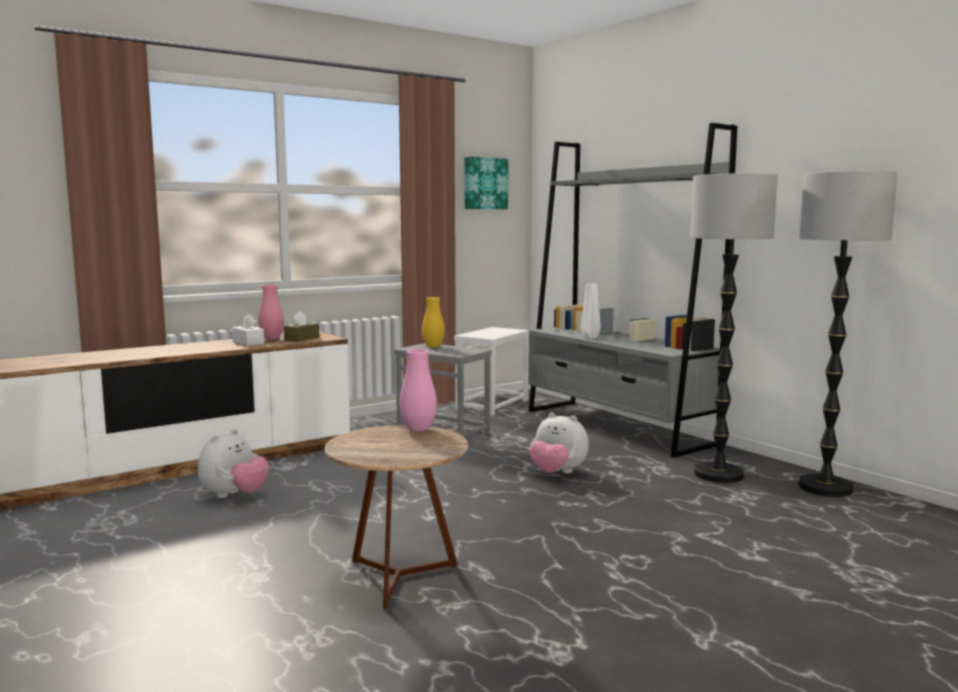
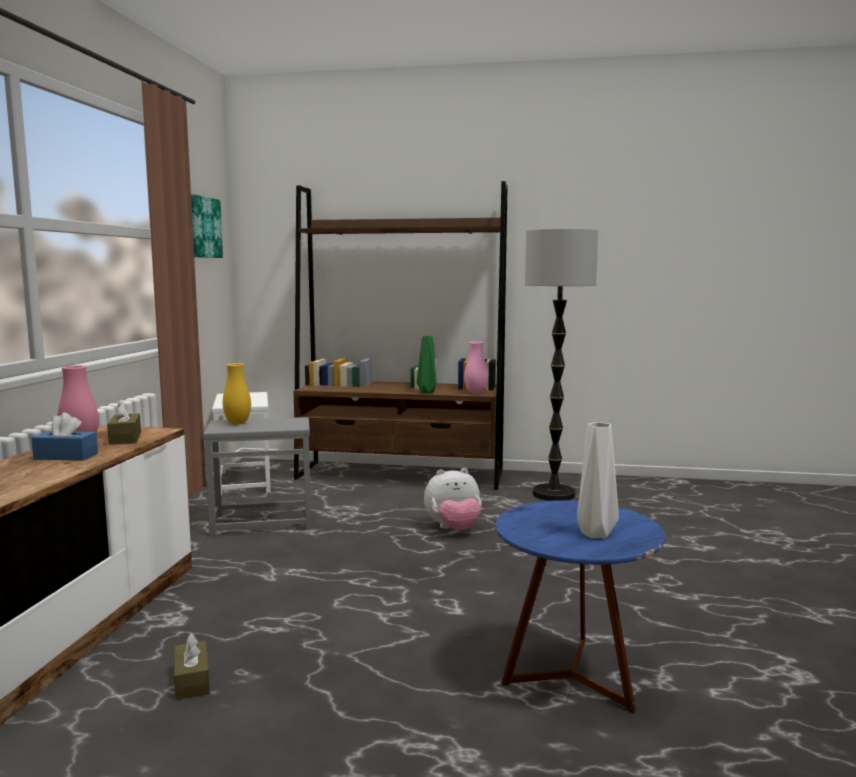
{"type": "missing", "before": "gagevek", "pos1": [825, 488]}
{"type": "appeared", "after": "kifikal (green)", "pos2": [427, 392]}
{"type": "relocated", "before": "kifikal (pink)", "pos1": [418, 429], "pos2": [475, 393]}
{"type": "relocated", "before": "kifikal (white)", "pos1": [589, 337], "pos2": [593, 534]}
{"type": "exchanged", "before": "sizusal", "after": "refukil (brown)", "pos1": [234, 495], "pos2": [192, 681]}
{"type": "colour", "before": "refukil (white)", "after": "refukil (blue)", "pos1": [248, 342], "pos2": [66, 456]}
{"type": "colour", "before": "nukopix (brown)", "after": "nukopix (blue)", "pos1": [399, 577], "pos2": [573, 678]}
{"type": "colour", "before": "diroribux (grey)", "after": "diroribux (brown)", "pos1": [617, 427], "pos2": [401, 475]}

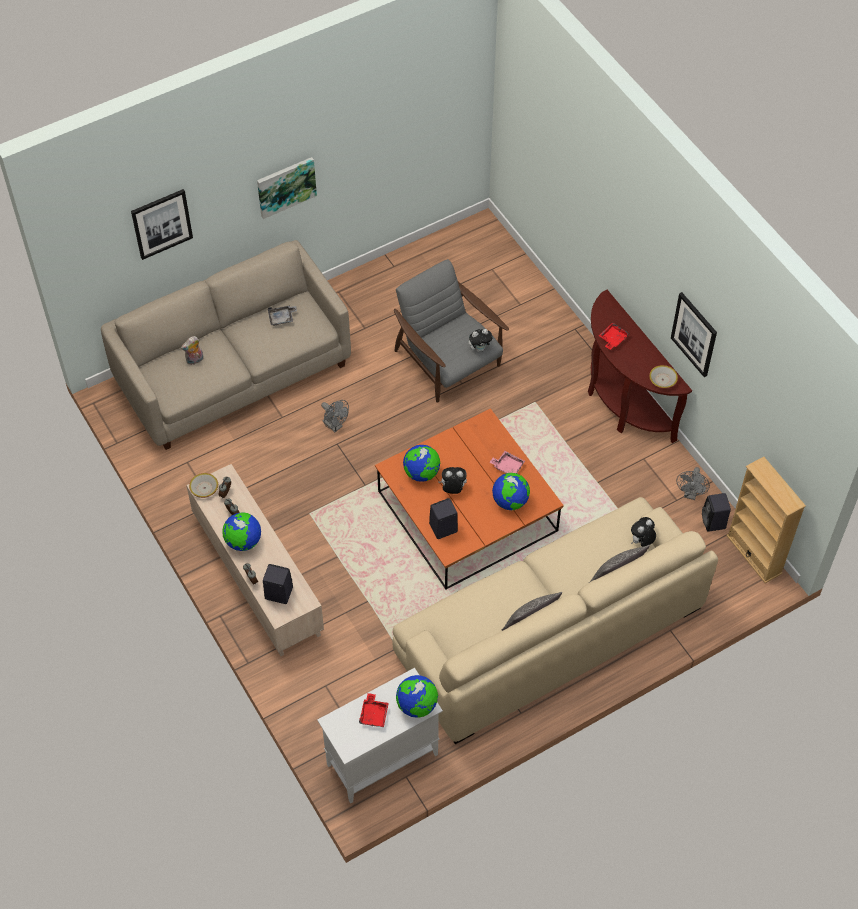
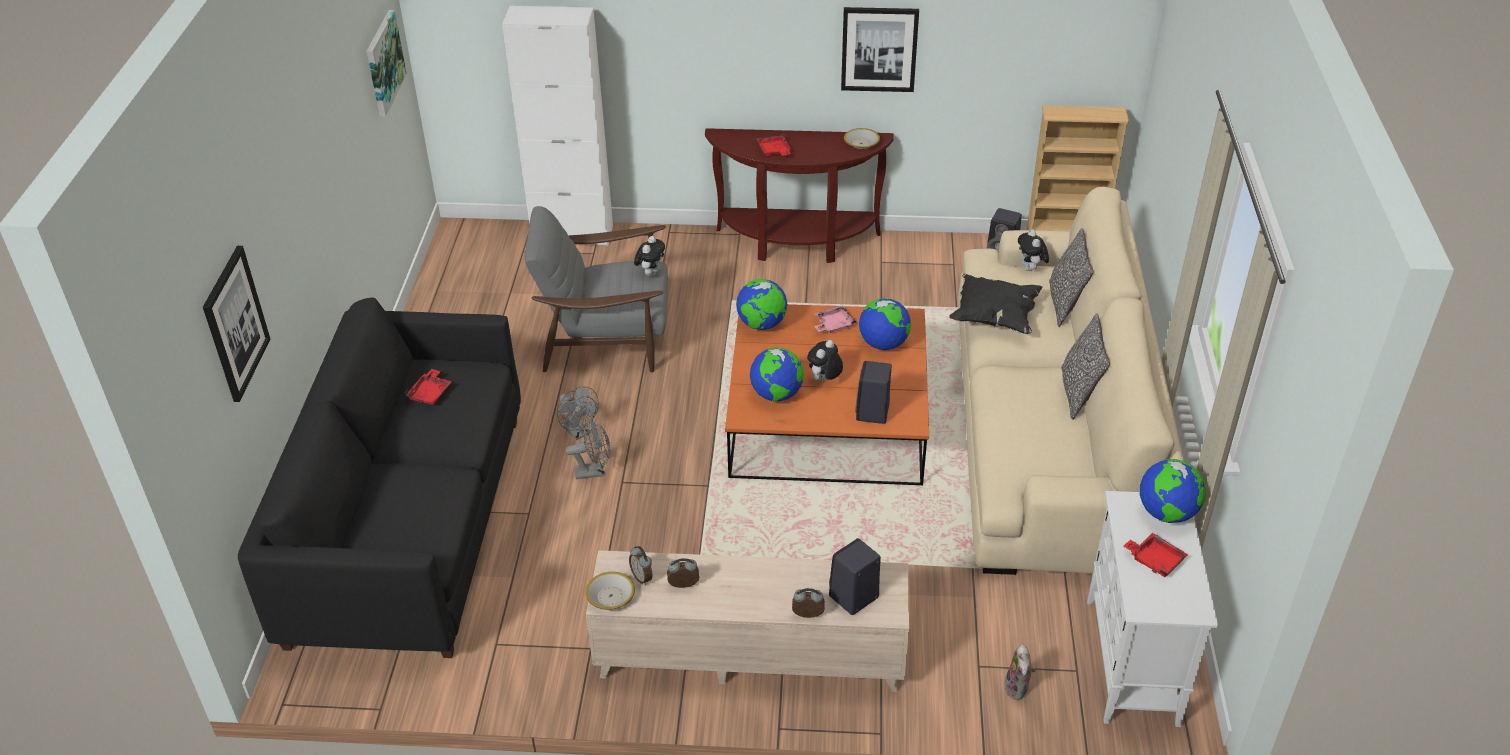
{"type": "appeared", "after": "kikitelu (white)", "pos2": [572, 234]}
{"type": "appeared", "after": "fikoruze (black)", "pos2": [994, 317]}
{"type": "relocated", "before": "sizusal", "pos1": [195, 360], "pos2": [1018, 689]}
{"type": "relocated", "before": "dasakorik", "pos1": [243, 541], "pos2": [761, 324]}
{"type": "relocated", "before": "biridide", "pos1": [286, 186], "pos2": [383, 62]}
{"type": "relocated", "before": "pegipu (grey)", "pos1": [690, 494], "pos2": [578, 432]}
{"type": "colour", "before": "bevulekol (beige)", "after": "bevulekol (black)", "pos1": [234, 372], "pos2": [409, 527]}
{"type": "colour", "before": "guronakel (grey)", "after": "guronakel (red)", "pos1": [282, 318], "pos2": [430, 393]}

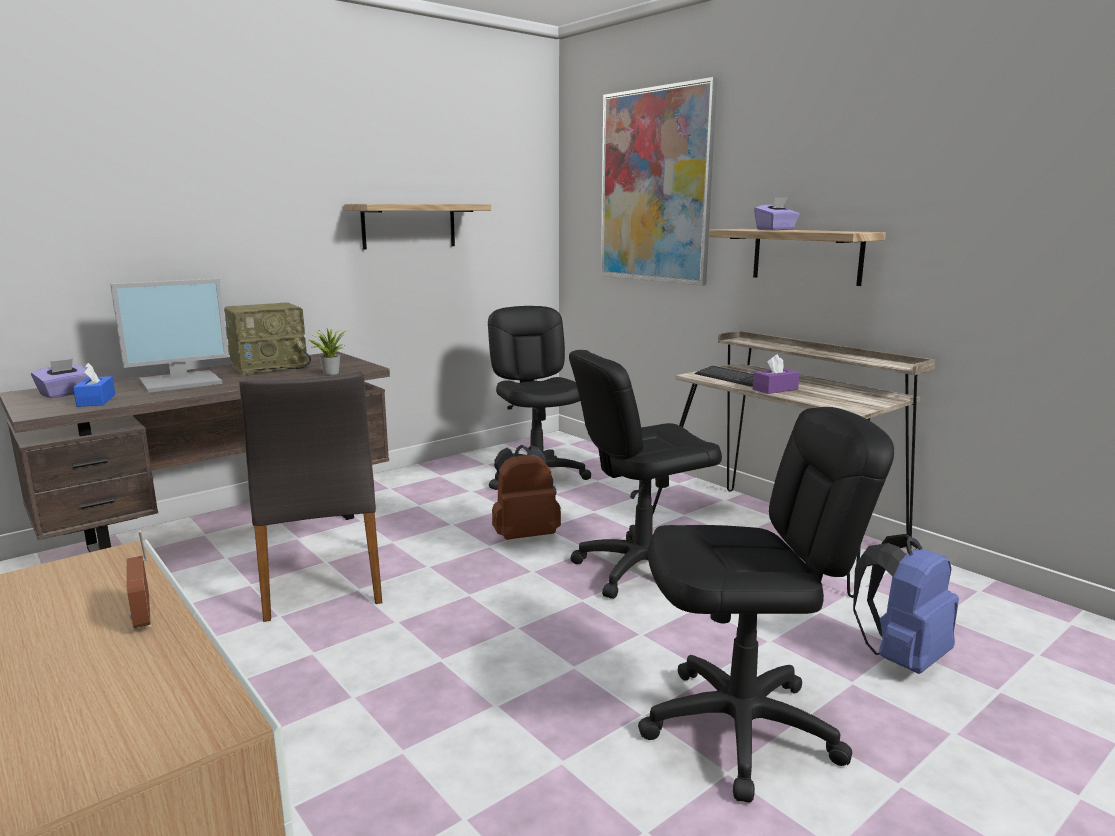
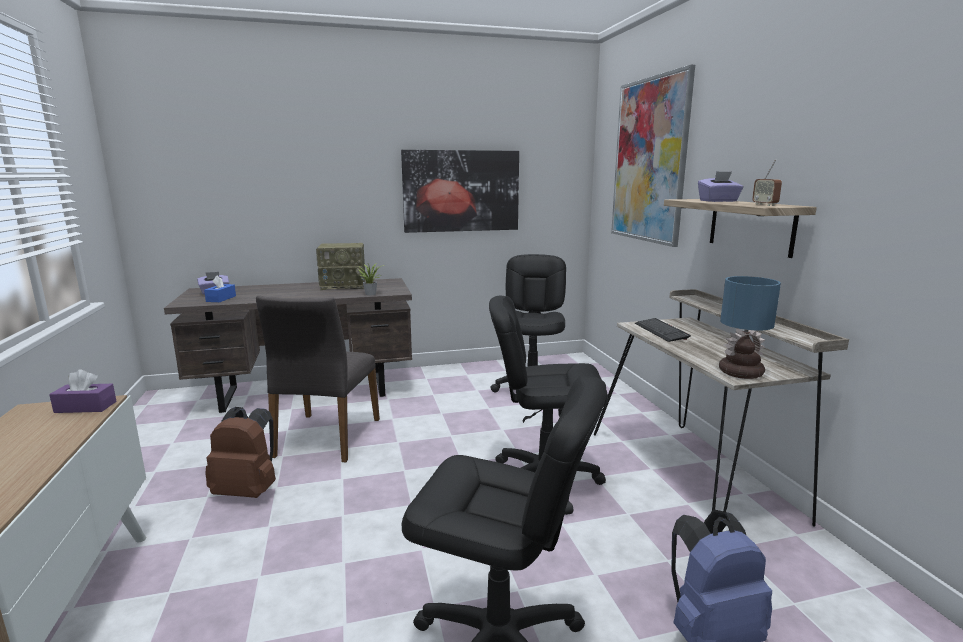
{"type": "missing", "before": "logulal", "pos1": [182, 382]}
{"type": "appeared", "after": "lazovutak", "pos2": [739, 373]}
{"type": "relocated", "before": "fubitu", "pos1": [143, 616], "pos2": [765, 205]}
{"type": "relocated", "before": "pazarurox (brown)", "pos1": [524, 535], "pos2": [248, 491]}
{"type": "relocated", "before": "refukil (purple)", "pos1": [775, 389], "pos2": [85, 407]}
{"type": "exchanged", "before": "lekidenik", "after": "biridide", "pos1": [409, 226], "pos2": [461, 191]}

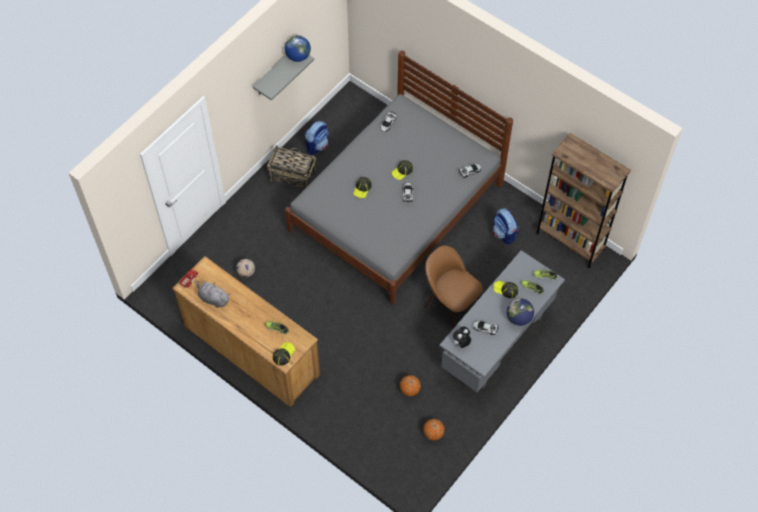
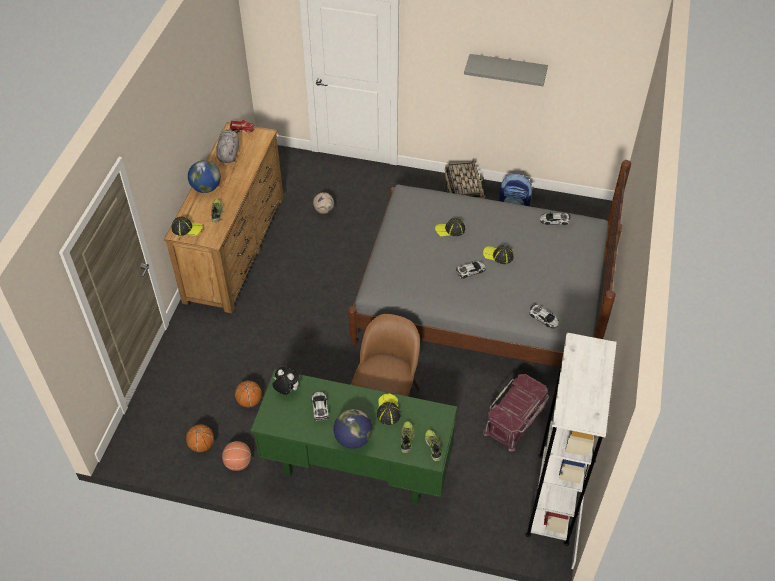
{"type": "appeared", "after": "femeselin", "pos2": [238, 463]}
{"type": "relocated", "before": "dasakorik", "pos1": [298, 56], "pos2": [206, 188]}
{"type": "exchanged", "before": "pazarurox", "after": "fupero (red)", "pos1": [504, 234], "pos2": [515, 420]}
{"type": "colour", "before": "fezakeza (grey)", "after": "fezakeza (green)", "pos1": [497, 342], "pos2": [356, 468]}
{"type": "colour", "before": "diroribux (brown)", "after": "diroribux (white)", "pos1": [570, 241], "pos2": [553, 498]}

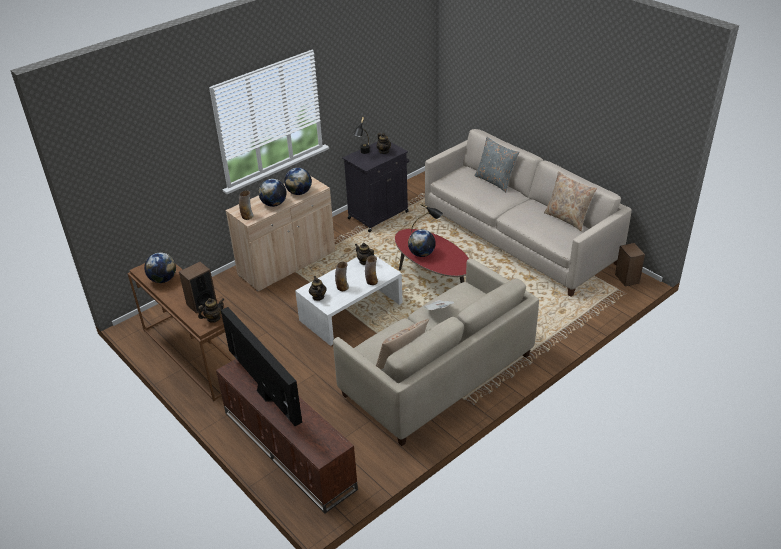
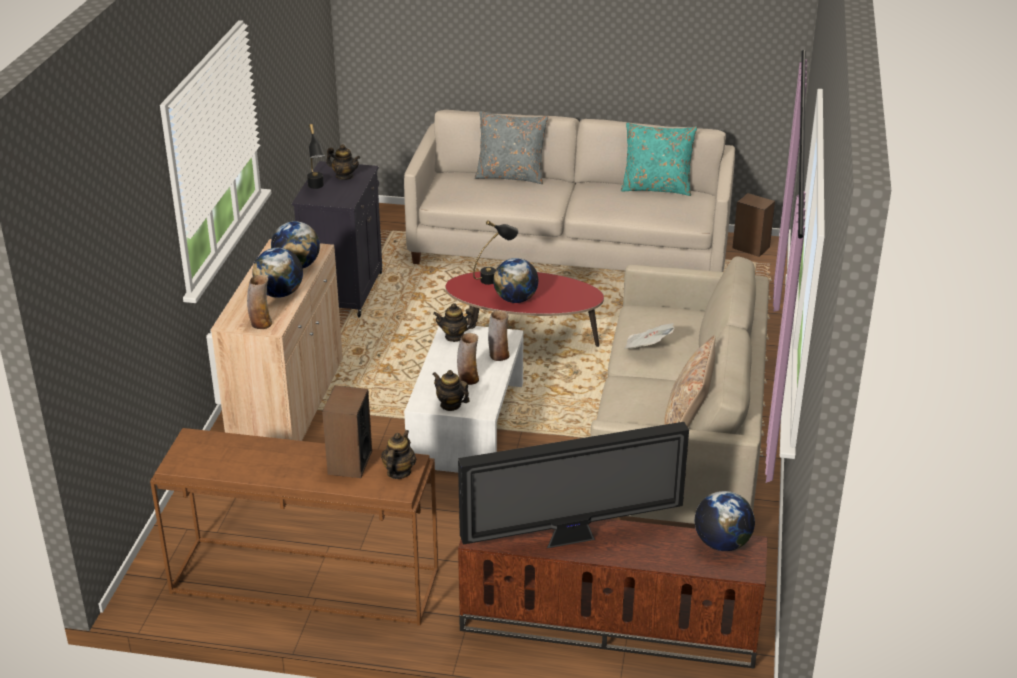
{"type": "relocated", "before": "dasakorik", "pos1": [163, 279], "pos2": [722, 543]}
{"type": "colour", "before": "fikoruze (beige)", "after": "fikoruze (turquoise)", "pos1": [567, 218], "pos2": [656, 188]}
{"type": "spun", "before": "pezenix", "pos1": [266, 393], "pos2": [572, 538], "turn": 150}

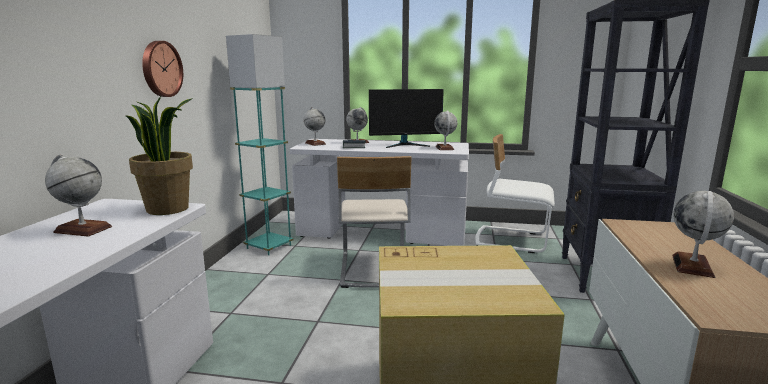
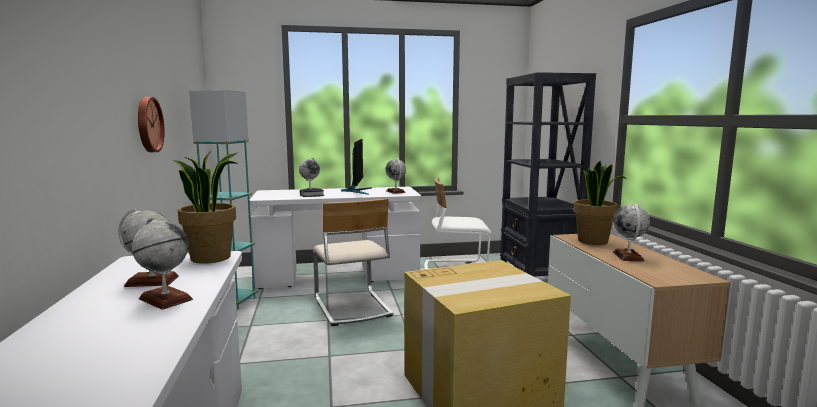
{"type": "appeared", "after": "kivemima", "pos2": [593, 241]}
{"type": "relocated", "before": "dasakorik", "pos1": [315, 143], "pos2": [165, 299]}
{"type": "spun", "before": "logulal", "pos1": [405, 145], "pos2": [357, 191], "turn": -60}

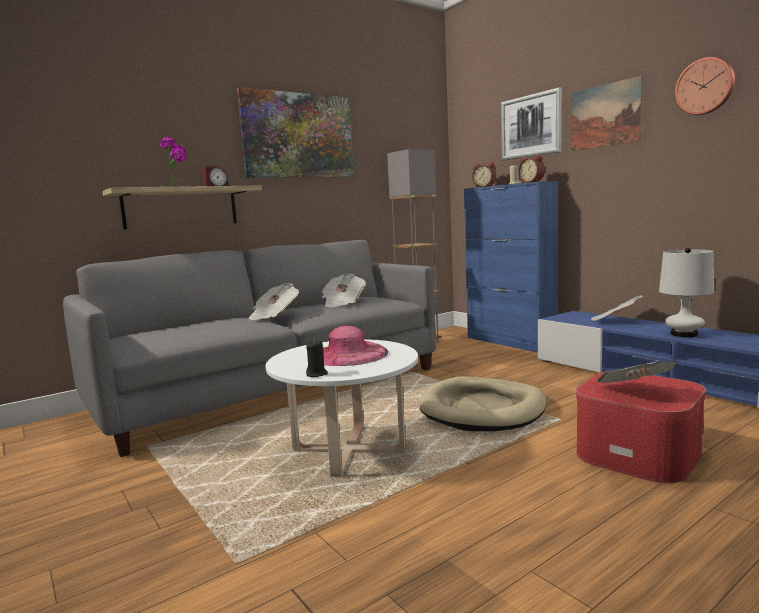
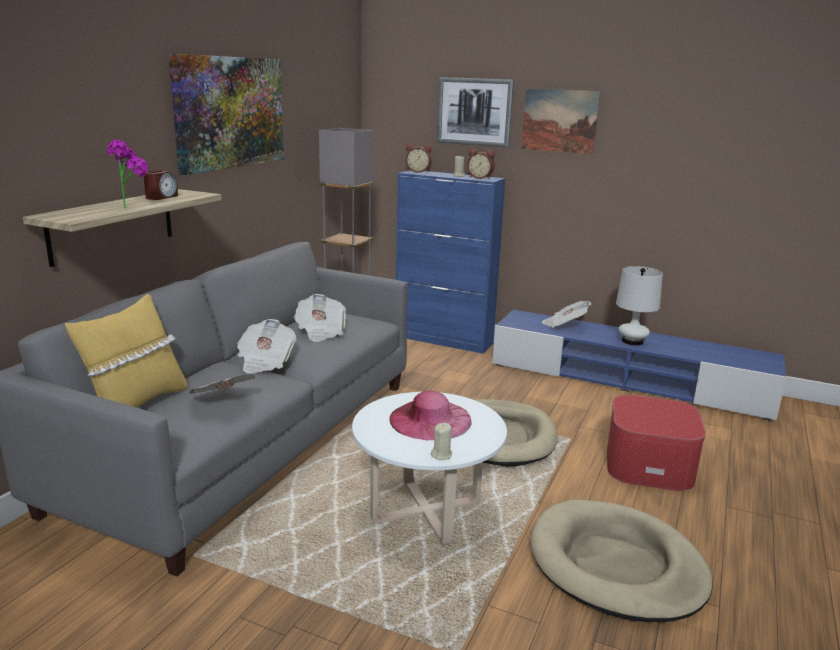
{"type": "missing", "before": "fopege", "pos1": [705, 86]}
{"type": "appeared", "after": "fikoruze (yellow)", "pos2": [136, 405]}
{"type": "appeared", "after": "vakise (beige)", "pos2": [616, 565]}
{"type": "relocated", "before": "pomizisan", "pos1": [633, 392], "pos2": [223, 401]}
{"type": "colour", "before": "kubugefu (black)", "after": "kubugefu (beige)", "pos1": [317, 374], "pos2": [441, 455]}

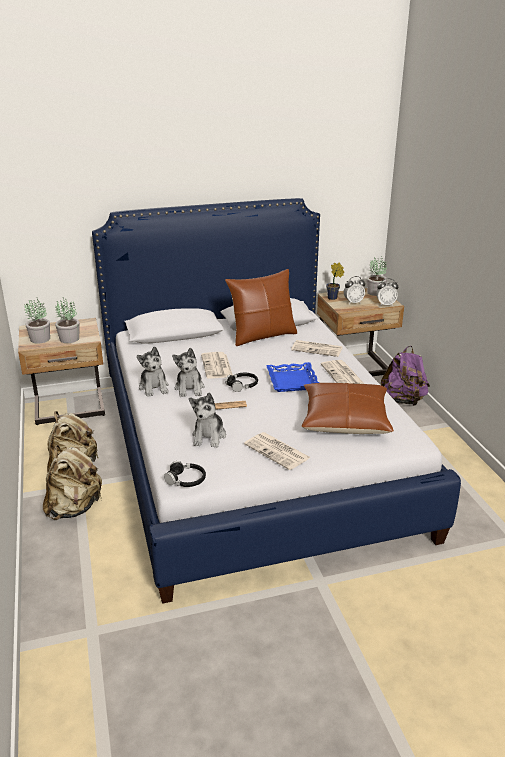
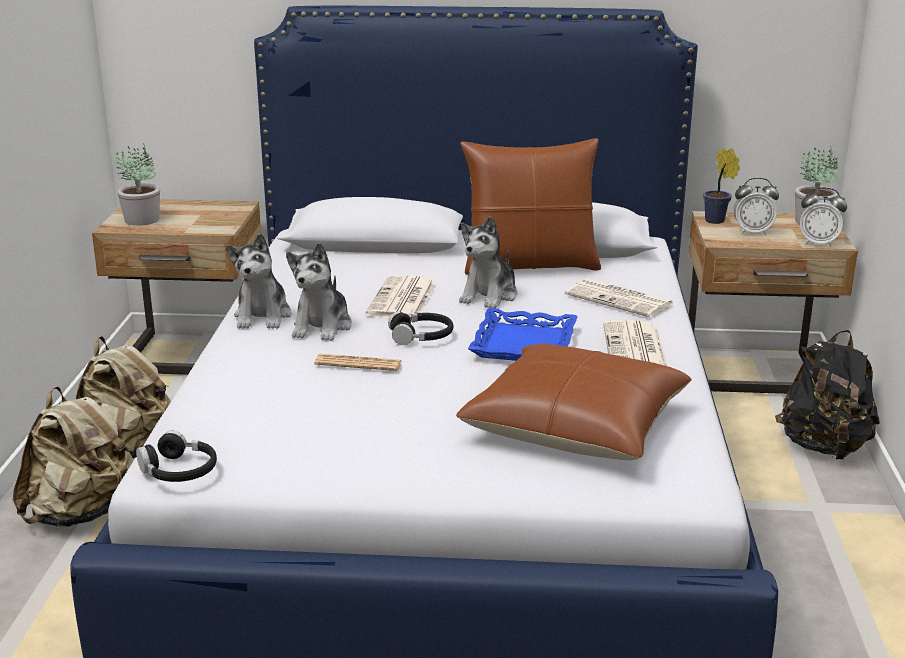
{"type": "missing", "before": "kivemima", "pos1": [69, 339]}
{"type": "missing", "before": "pomizisan", "pos1": [278, 451]}
{"type": "relocated", "before": "sizusal", "pos1": [209, 436], "pos2": [489, 296]}
{"type": "colour", "before": "pazarurox (purple)", "after": "pazarurox (black)", "pos1": [403, 400], "pos2": [824, 447]}

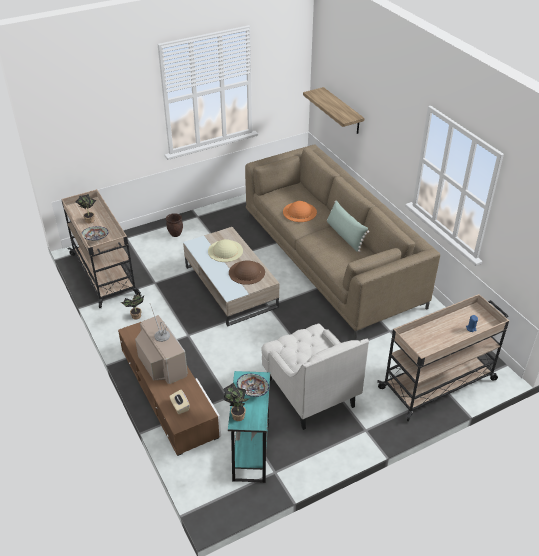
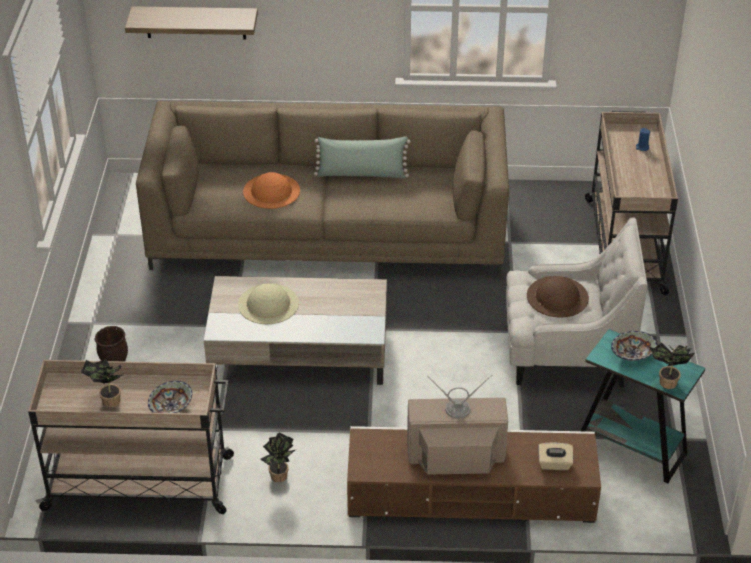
{"type": "relocated", "before": "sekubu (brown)", "pos1": [247, 272], "pos2": [557, 296]}

